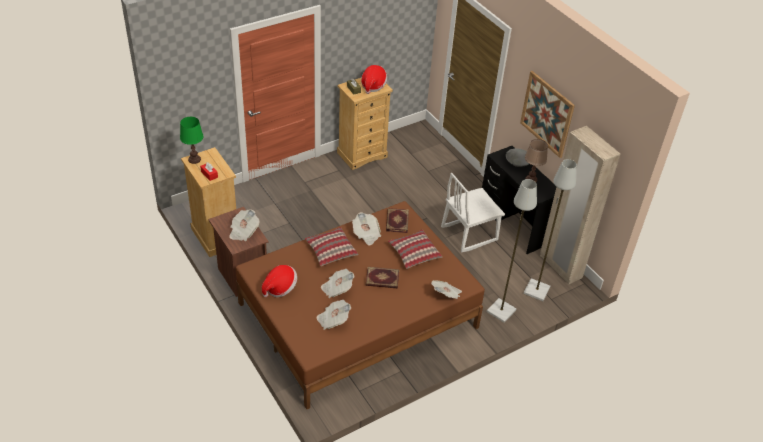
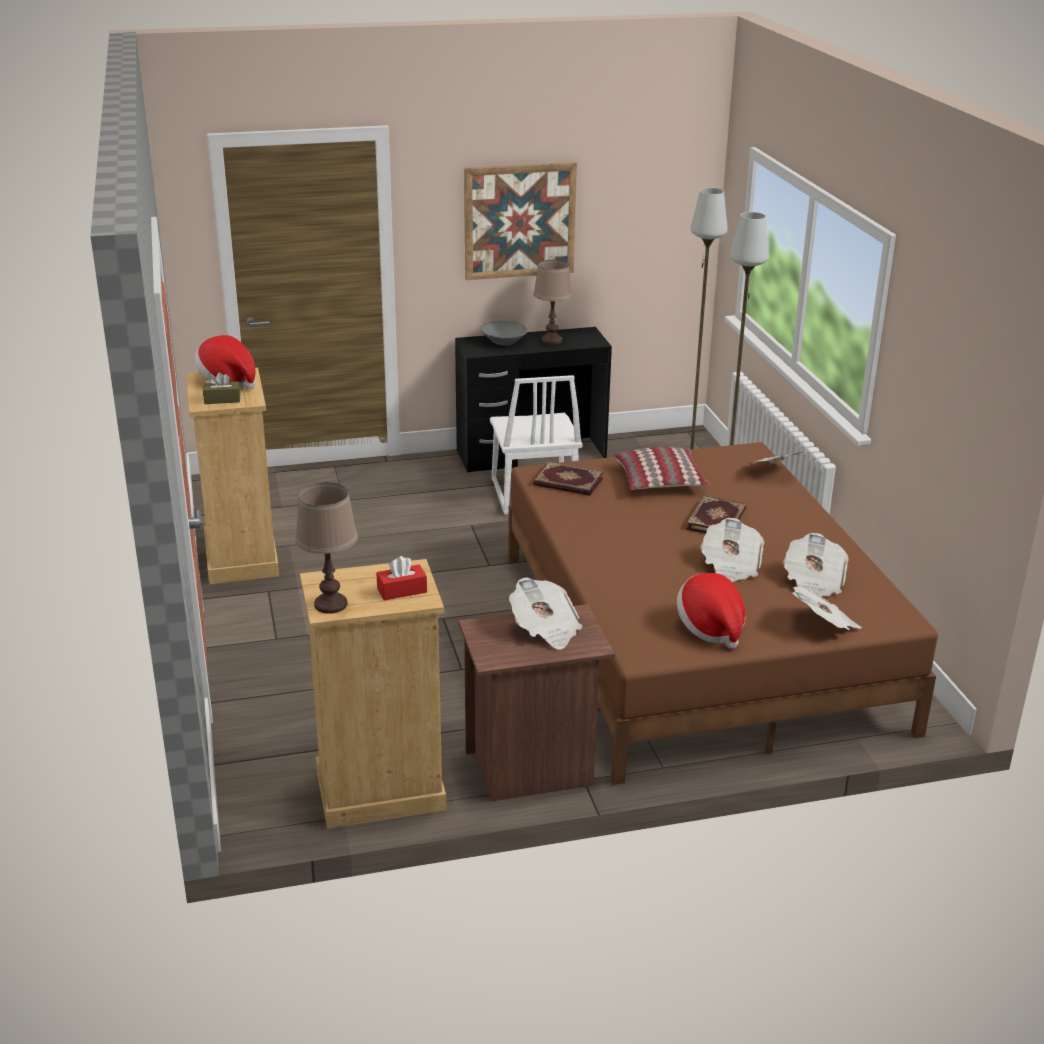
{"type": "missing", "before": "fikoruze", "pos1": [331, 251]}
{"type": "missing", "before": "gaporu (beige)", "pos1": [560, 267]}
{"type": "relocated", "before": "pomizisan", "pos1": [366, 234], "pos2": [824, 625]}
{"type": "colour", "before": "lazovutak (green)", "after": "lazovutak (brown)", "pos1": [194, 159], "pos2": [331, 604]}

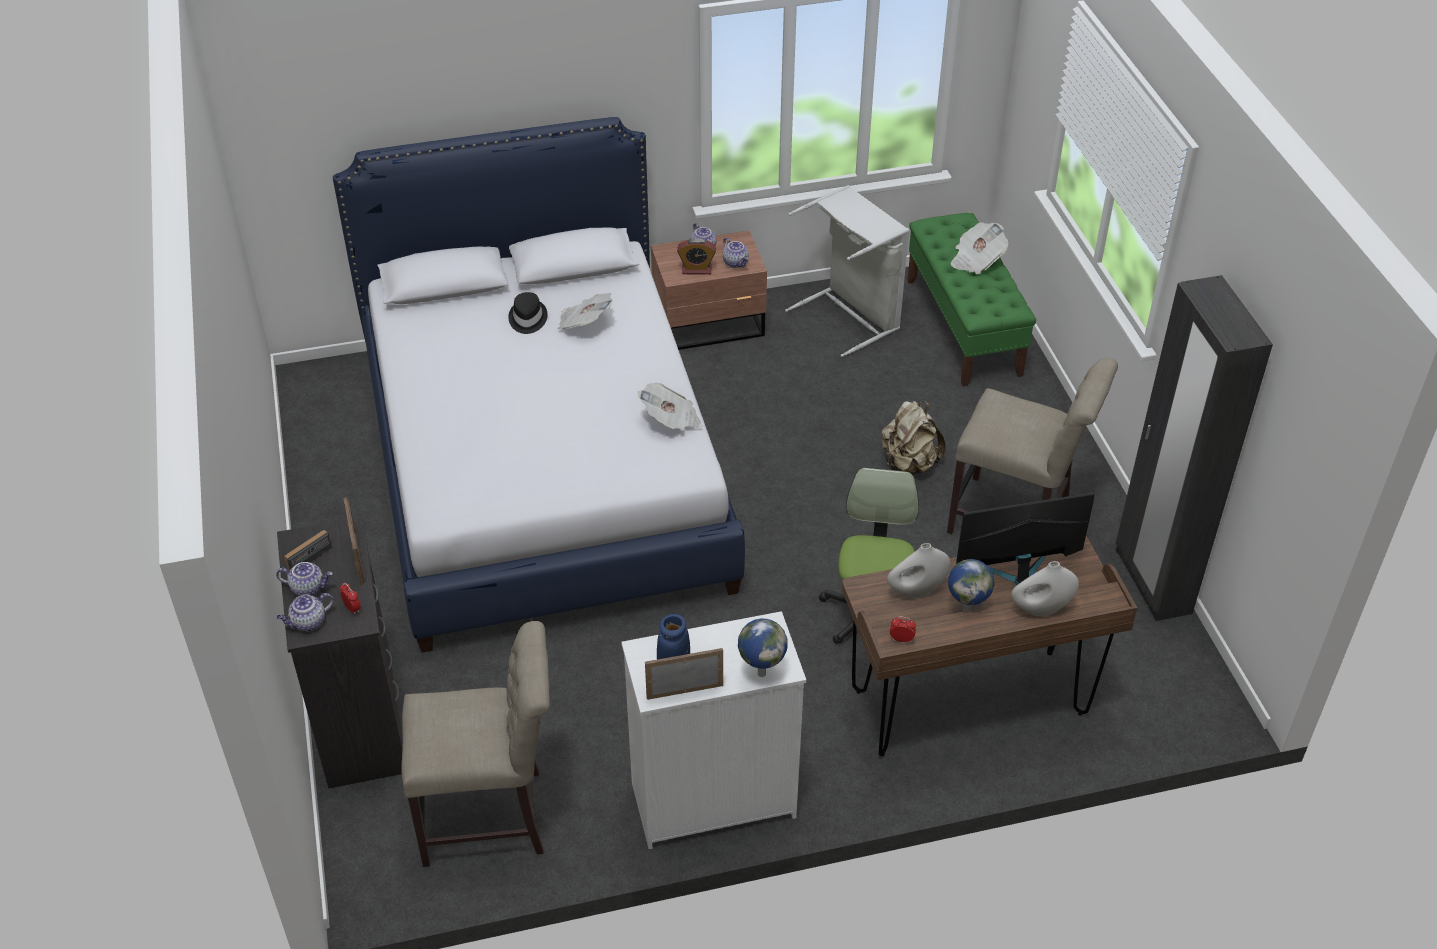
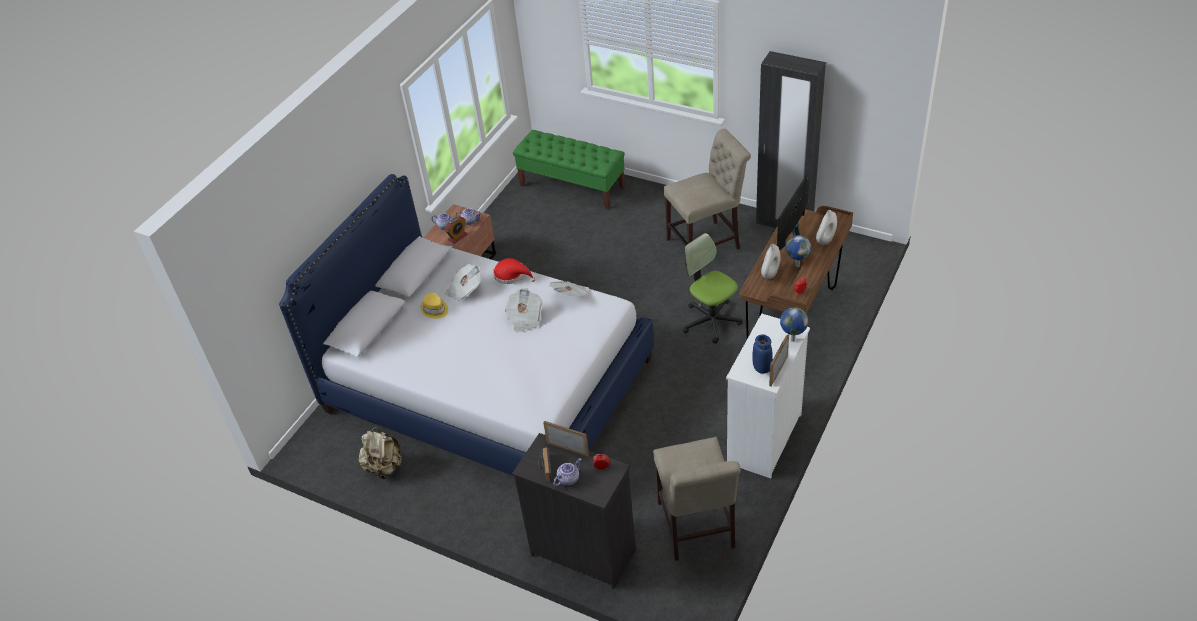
{"type": "missing", "before": "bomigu", "pos1": [308, 623]}
{"type": "missing", "before": "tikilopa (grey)", "pos1": [851, 316]}
{"type": "appeared", "after": "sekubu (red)", "pos2": [511, 275]}
{"type": "relocated", "before": "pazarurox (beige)", "pos1": [909, 464], "pos2": [384, 467]}
{"type": "relocated", "before": "pomizisan", "pos1": [976, 260], "pos2": [524, 318]}
{"type": "colour", "before": "sekubu (black)", "after": "sekubu (yellow)", "pos1": [527, 319], "pos2": [434, 309]}
{"type": "spun", "before": "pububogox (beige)", "pos1": [491, 817], "pos2": [696, 529], "turn": 135}

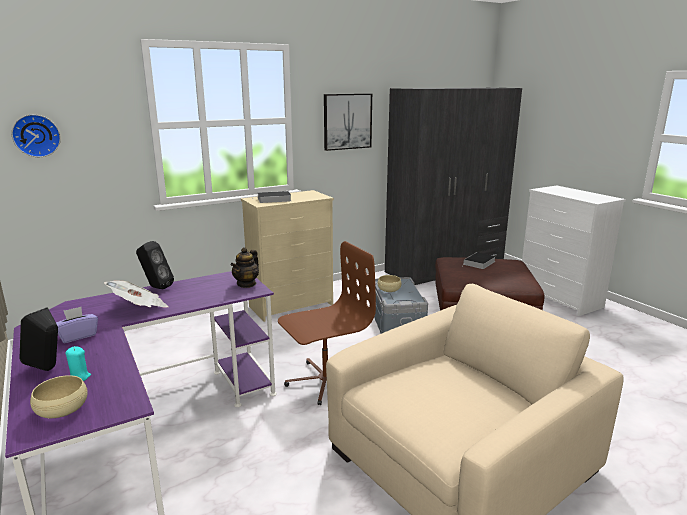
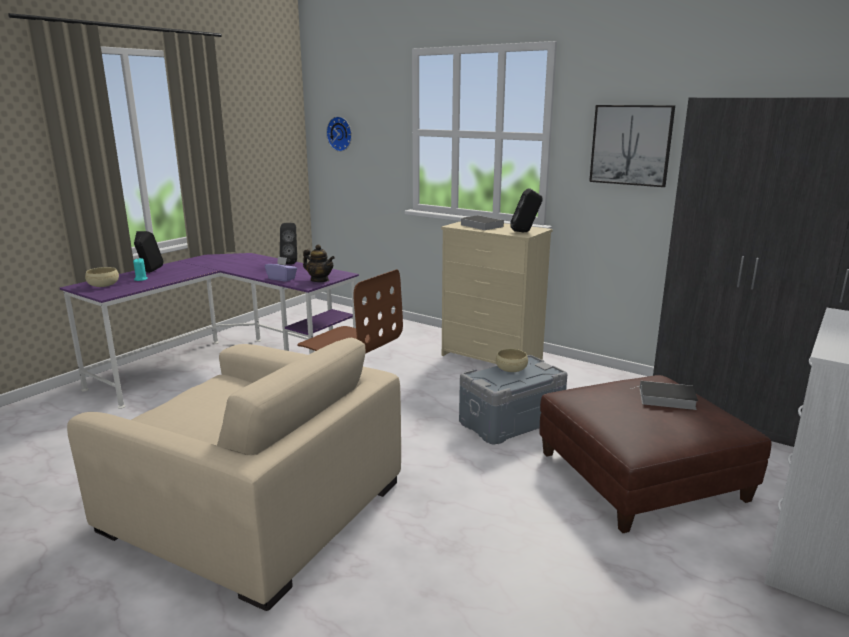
{"type": "missing", "before": "pomizisan", "pos1": [140, 308]}
{"type": "appeared", "after": "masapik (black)", "pos2": [525, 232]}
{"type": "relocated", "before": "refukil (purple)", "pos1": [78, 336], "pos2": [282, 279]}
{"type": "spun", "before": "bomigu", "pos1": [246, 284], "pos2": [320, 280], "turn": -150}

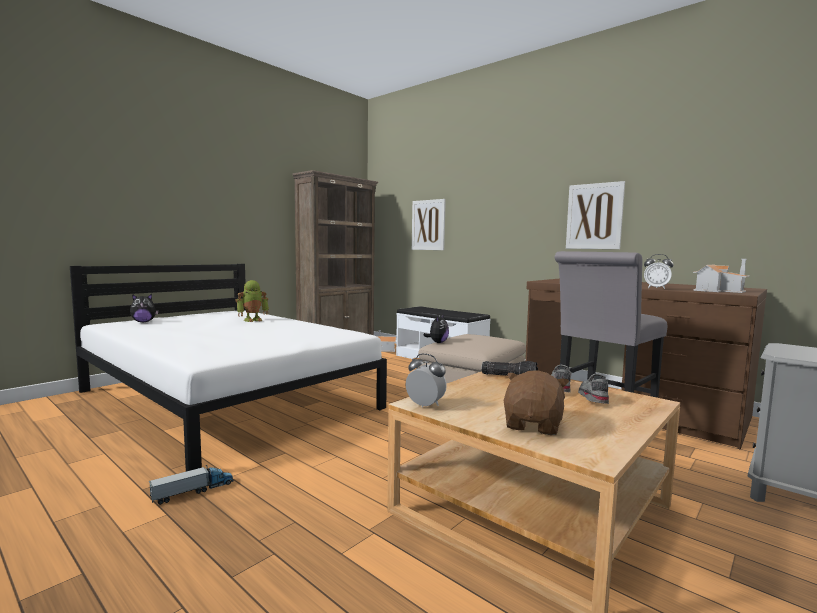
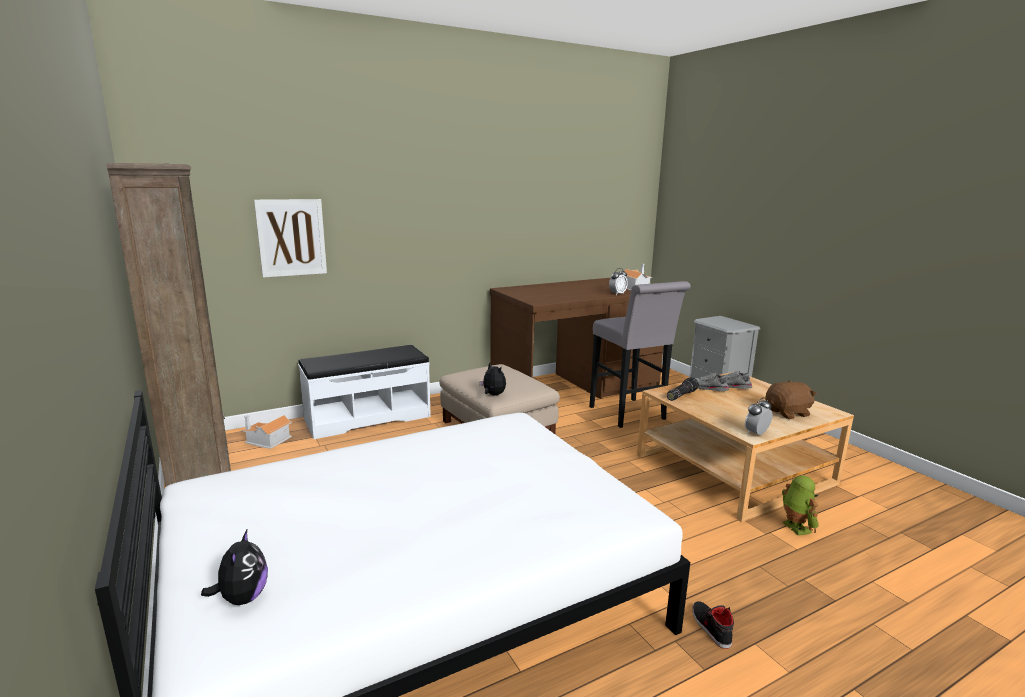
{"type": "missing", "before": "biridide", "pos1": [594, 216]}
{"type": "relocated", "before": "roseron", "pos1": [253, 320], "pos2": [794, 527]}
{"type": "exchanged", "before": "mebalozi", "after": "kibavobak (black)", "pos1": [193, 491], "pos2": [710, 627]}
{"type": "spun", "before": "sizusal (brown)", "pos1": [534, 425], "pos2": [788, 413], "turn": 120}

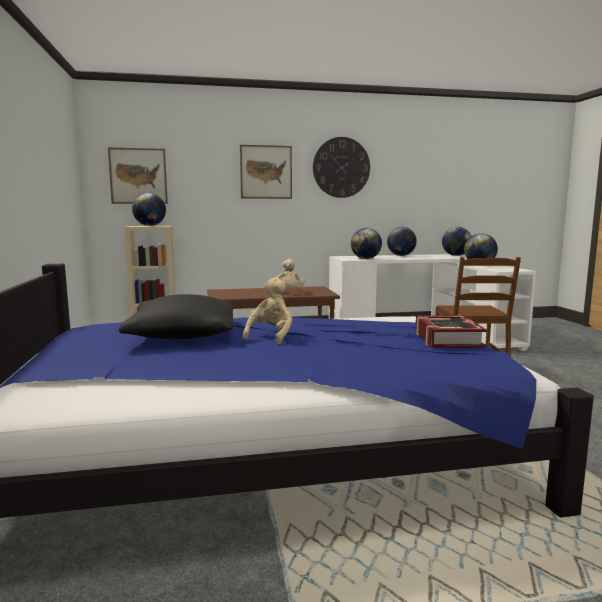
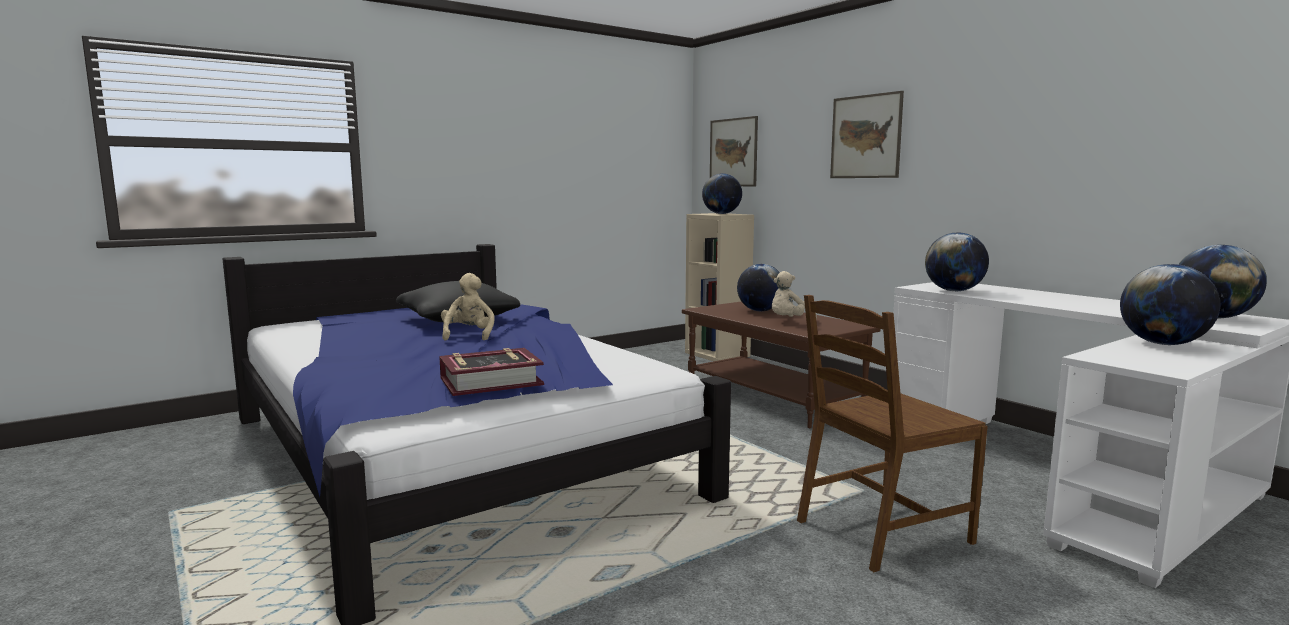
{"type": "missing", "before": "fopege", "pos1": [341, 167]}
{"type": "relocated", "before": "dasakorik", "pos1": [401, 255], "pos2": [760, 311]}
{"type": "spun", "before": "sizusal (beige)", "pos1": [270, 336], "pos2": [468, 336], "turn": -90}

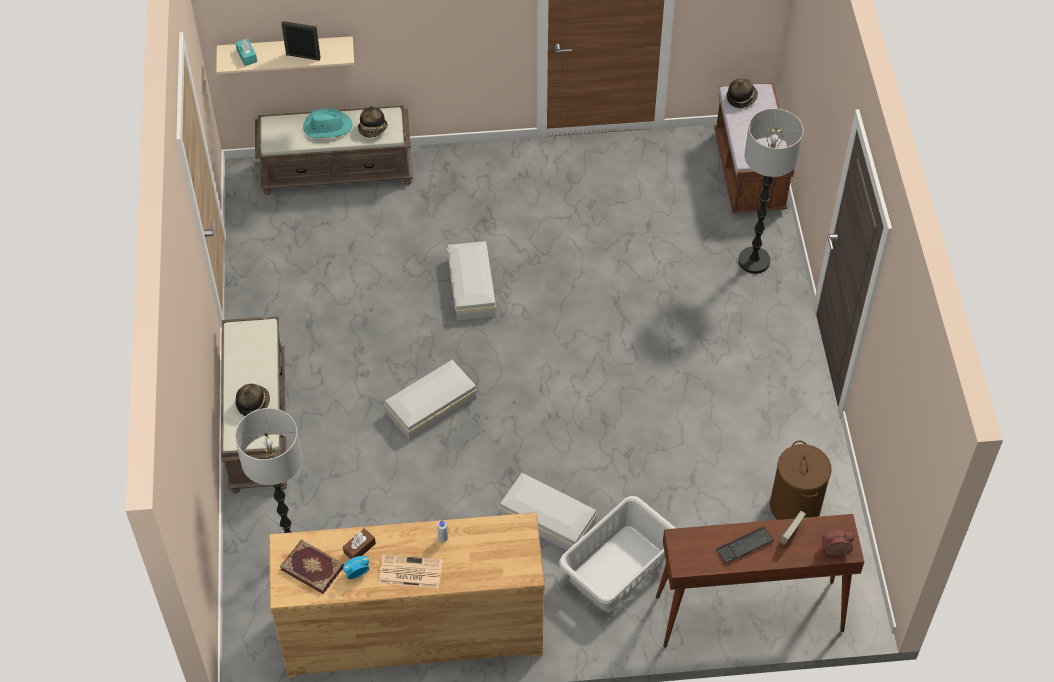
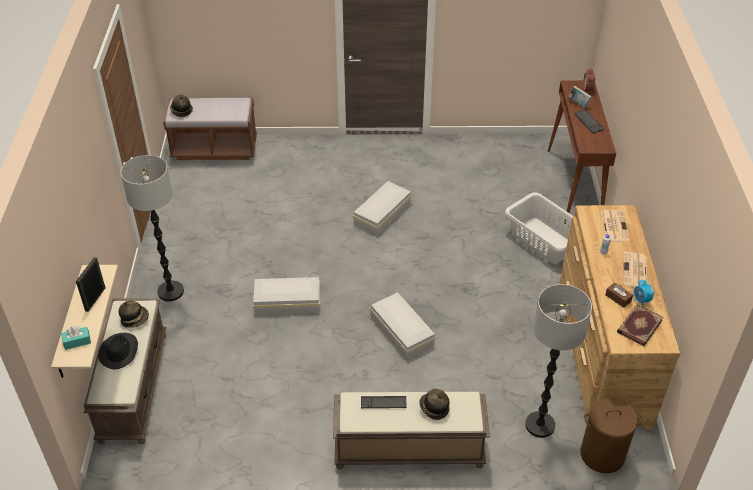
{"type": "appeared", "after": "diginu", "pos2": [383, 403]}
{"type": "appeared", "after": "pomizisan", "pos2": [614, 226]}
{"type": "relocated", "before": "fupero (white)", "pos1": [548, 520], "pos2": [383, 213]}
{"type": "relocated", "before": "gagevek", "pos1": [754, 261], "pos2": [171, 292]}
{"type": "relocated", "before": "tikilopa (brown)", "pos1": [795, 506], "pos2": [602, 454]}
{"type": "colour", "before": "sekubu (turquoise)", "after": "sekubu (black)", "pos1": [327, 126], "pos2": [119, 351]}

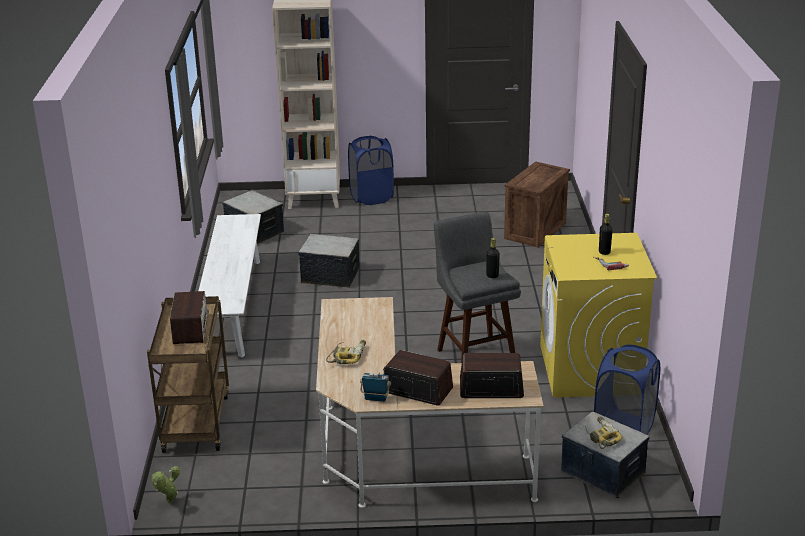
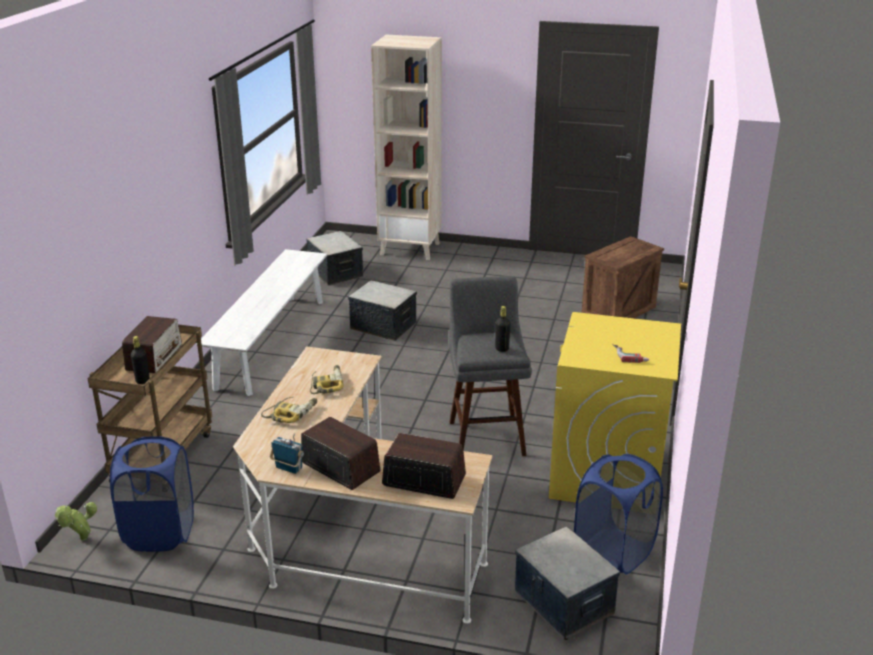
{"type": "relocated", "before": "tikilopa (blue)", "pos1": [371, 197], "pos2": [160, 533]}
{"type": "relocated", "before": "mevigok", "pos1": [601, 436], "pos2": [326, 384]}
{"type": "relocated", "before": "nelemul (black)", "pos1": [604, 252], "pos2": [142, 380]}

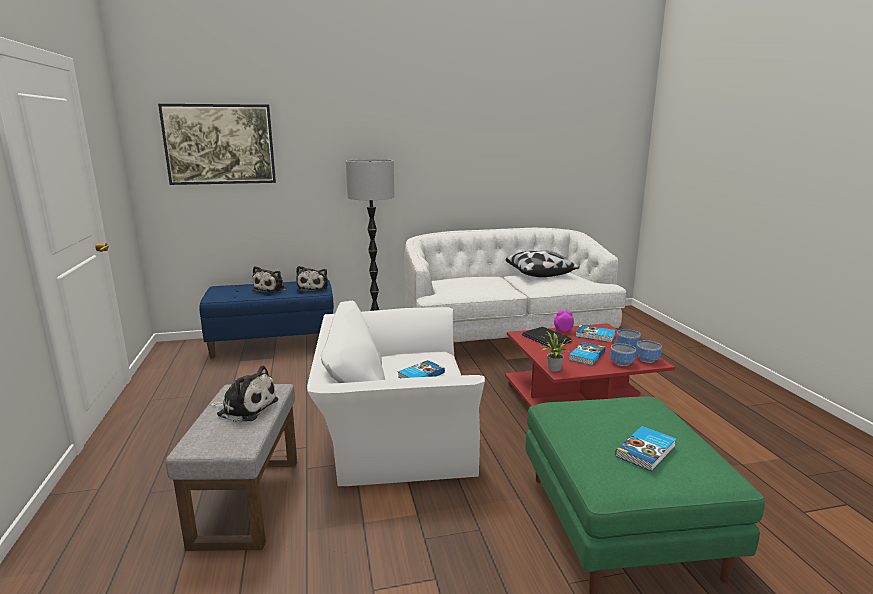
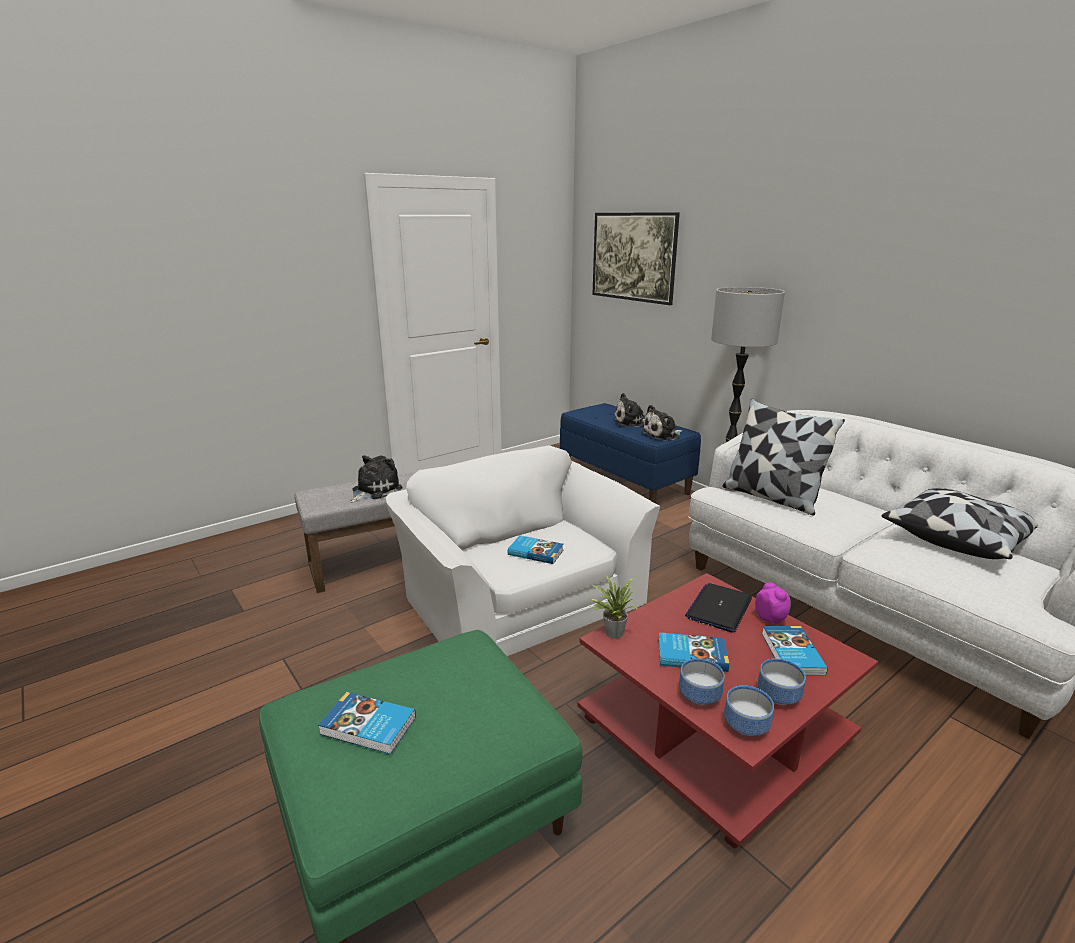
{"type": "appeared", "after": "fikoruze", "pos2": [771, 497]}
{"type": "spun", "before": "sizusal", "pos1": [245, 407], "pos2": [374, 490], "turn": -135}

